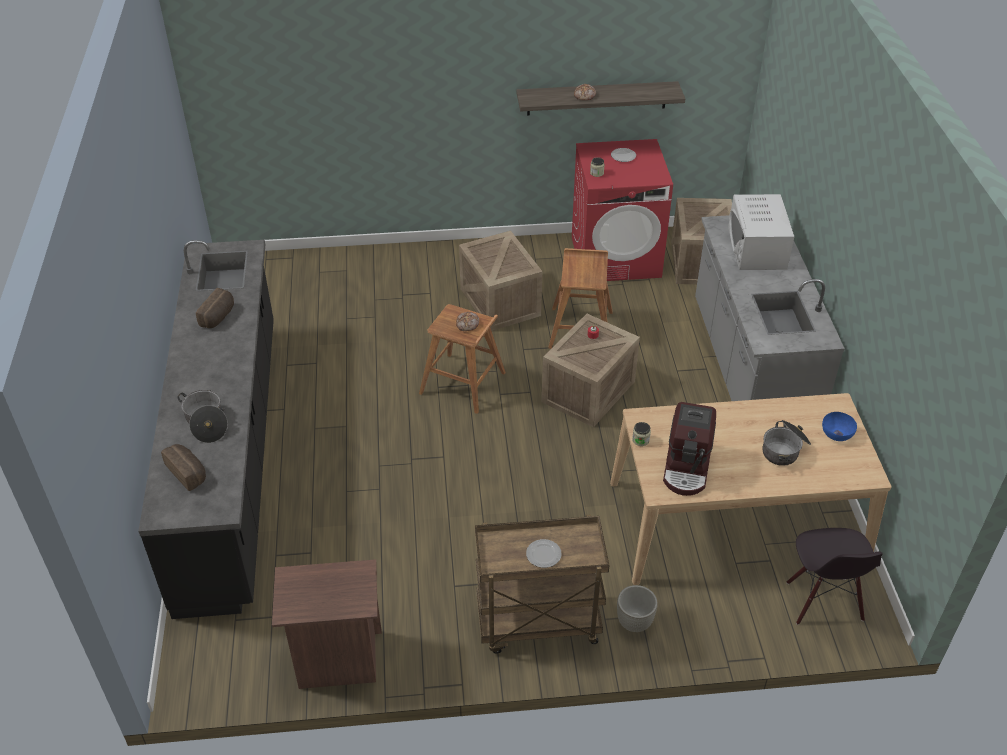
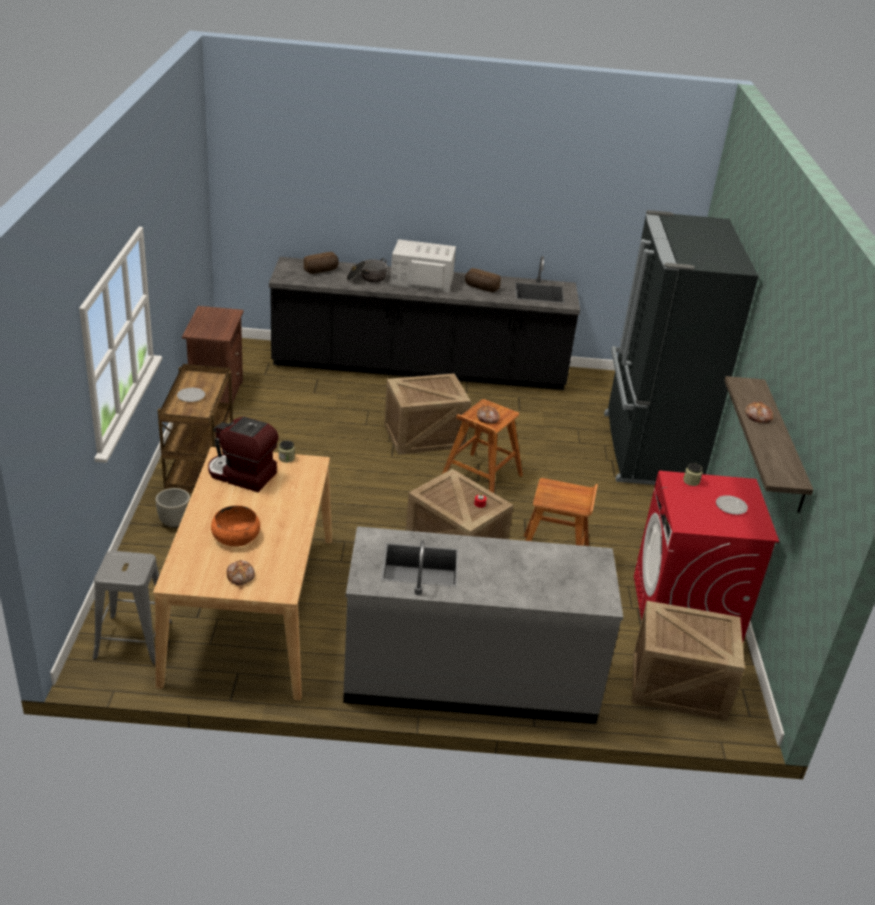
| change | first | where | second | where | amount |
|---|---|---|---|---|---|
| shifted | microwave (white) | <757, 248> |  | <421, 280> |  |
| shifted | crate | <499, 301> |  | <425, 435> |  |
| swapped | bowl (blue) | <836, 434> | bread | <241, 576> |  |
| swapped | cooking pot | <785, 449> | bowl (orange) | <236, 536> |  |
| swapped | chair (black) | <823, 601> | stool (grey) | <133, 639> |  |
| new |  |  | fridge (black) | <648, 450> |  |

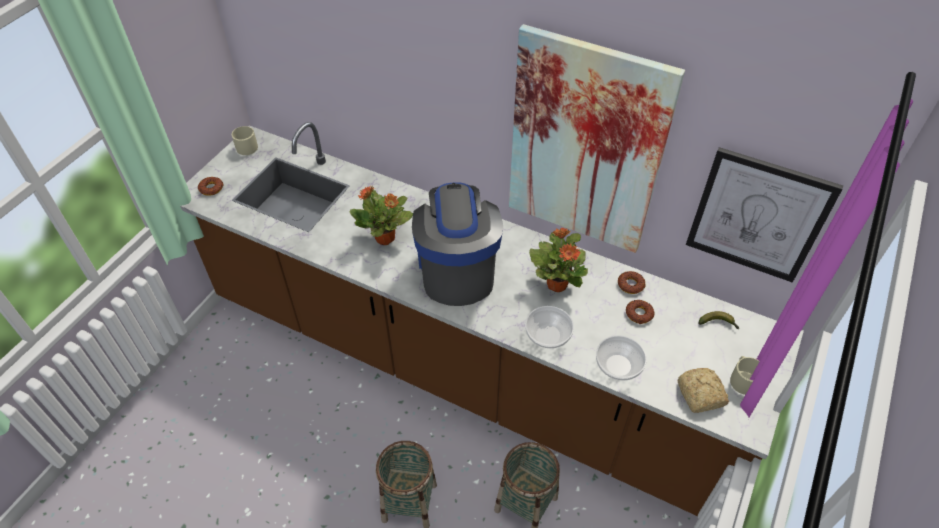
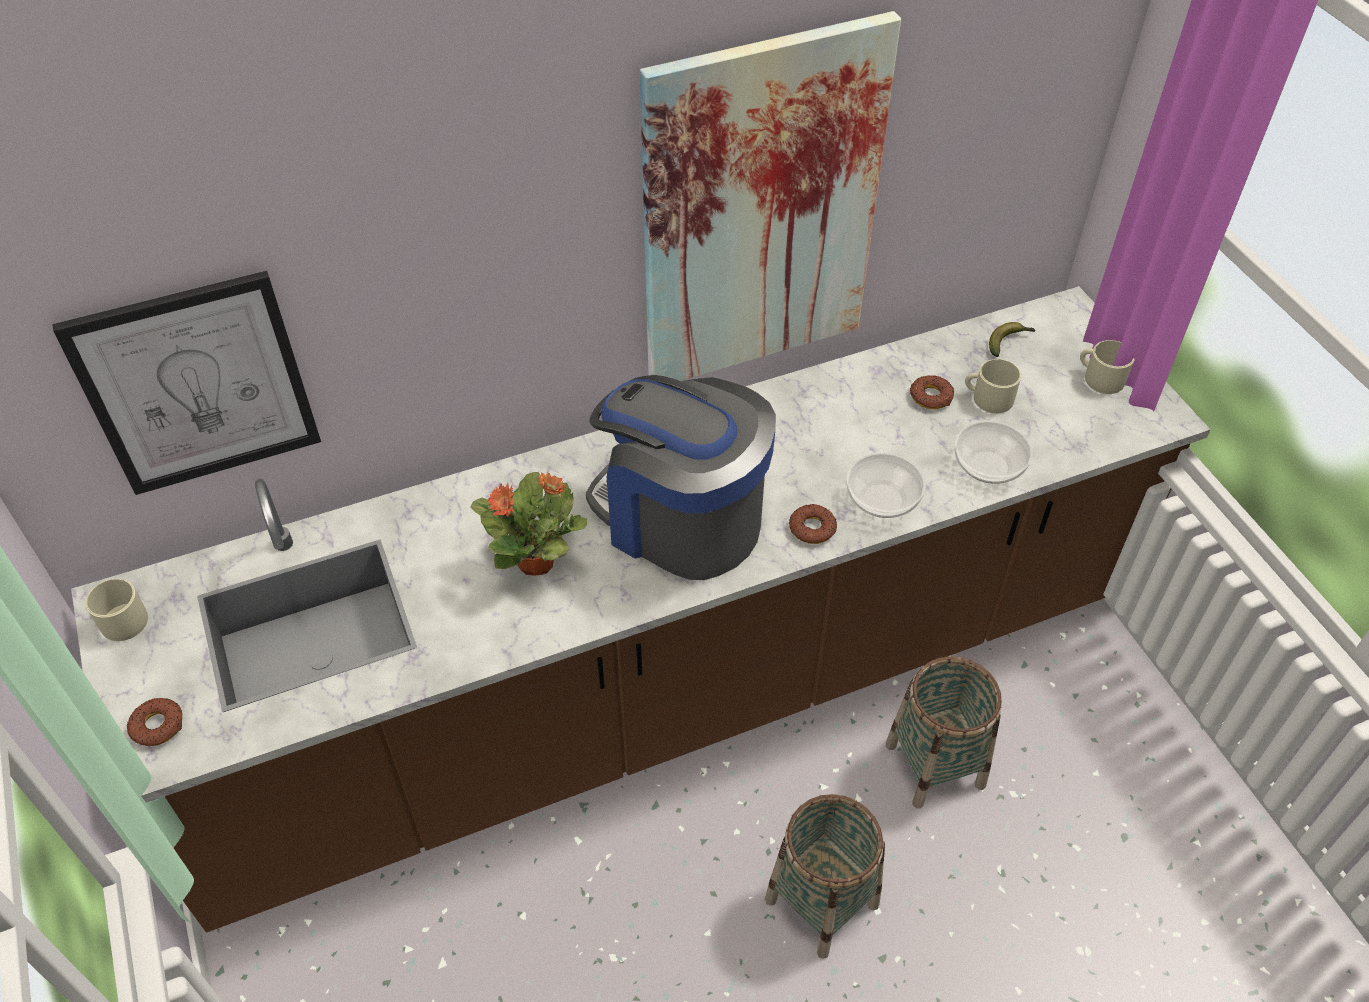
| change | first | where | second | where | amount |
|---|---|---|---|---|---|
| shifted | picture | <758, 216> |  | <197, 385> |  |
| gone | potted plant | <557, 283> |  |  |  |
| shifted | donut | <630, 285> |  | <812, 528> |  |
| gone | bread | <700, 396> |  |  |  |
| new |  |  | mug (beige) | <987, 398> |  |

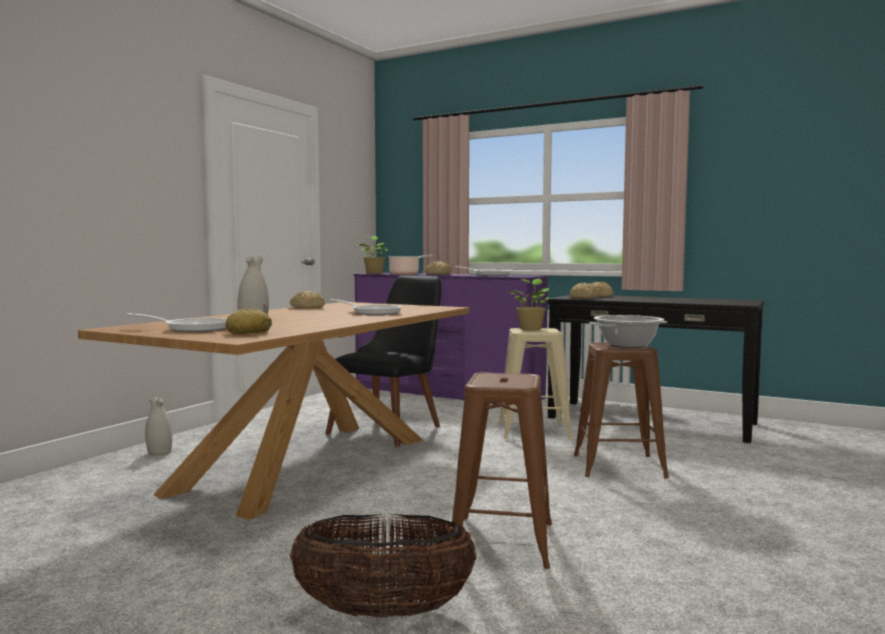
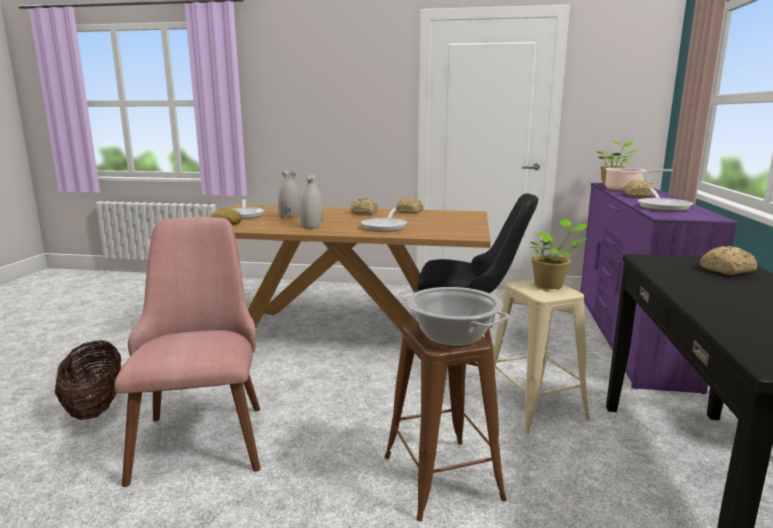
| change | first | where | second | where | amount |
|---|---|---|---|---|---|
| shifted | bread | <584, 298> |  | <365, 213> |  |
| swapped | stool (brown) | <502, 541> | chair (pink) | <202, 431> |  |
| shifted | vase (white) | <159, 452> |  | <311, 226> |  |

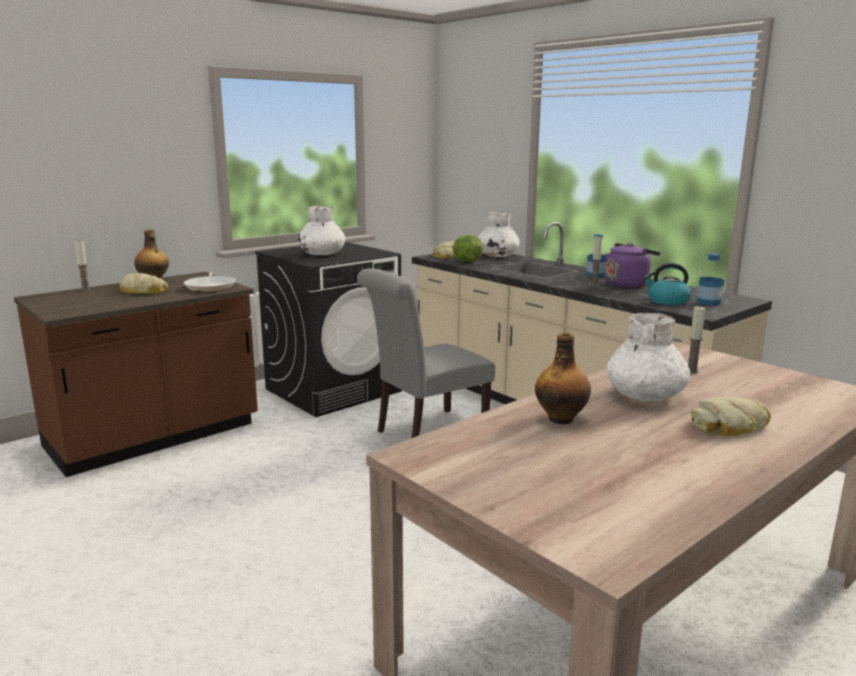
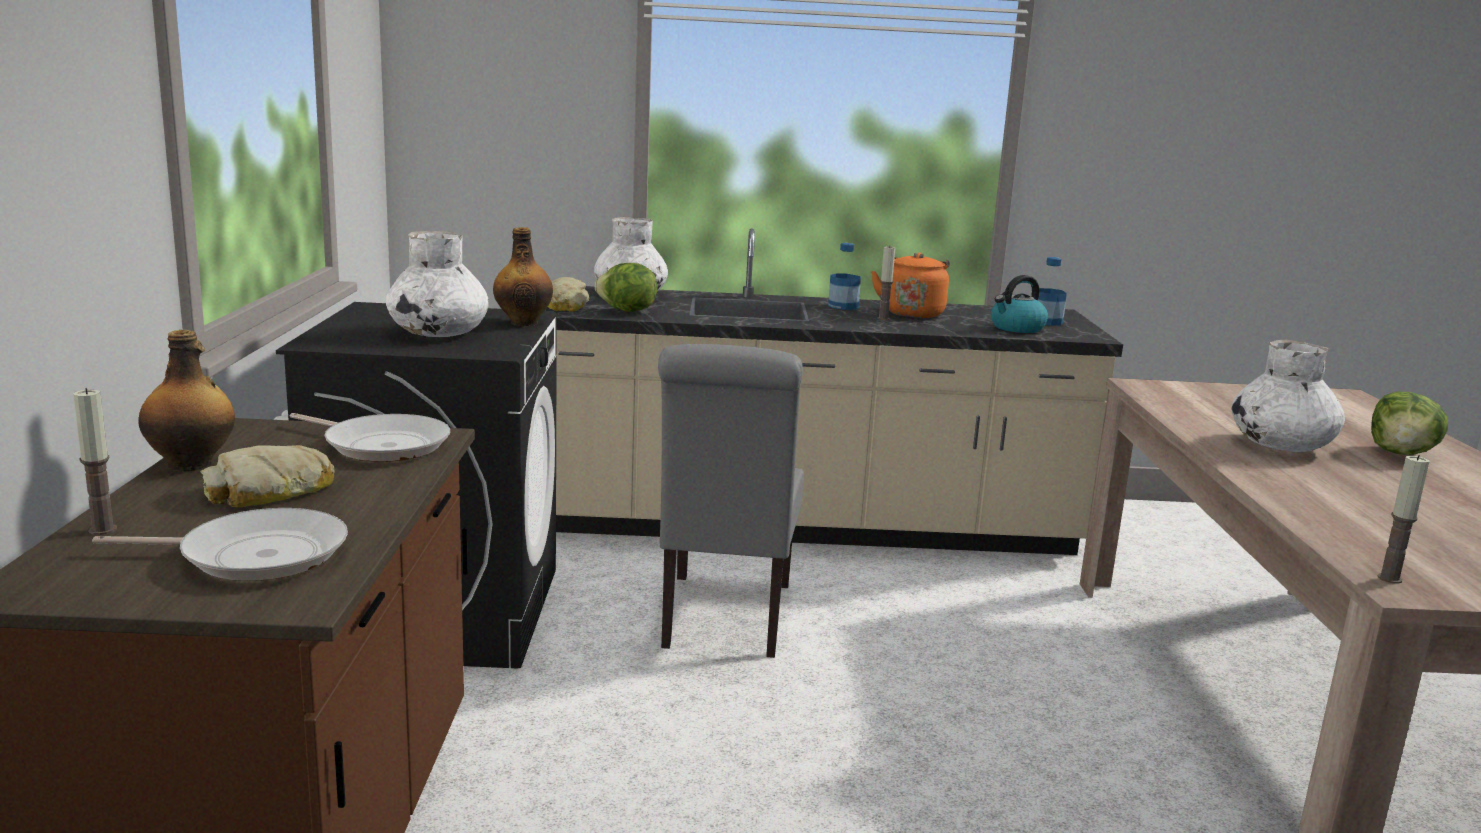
| change | first | where | second | where | amount |
|---|---|---|---|---|---|
| repainted | kettle (purple) | <627, 284> | kettle (orange) | <912, 313> |  |
| shifted | candle | <692, 372> |  | <1389, 578> |  |
| shifted | bottle | <561, 418> |  | <523, 322> |  |
| swapped | bread | <730, 426> | lettuce | <1401, 454> |  |
| new |  |  | frying pan | <255, 555> |  |

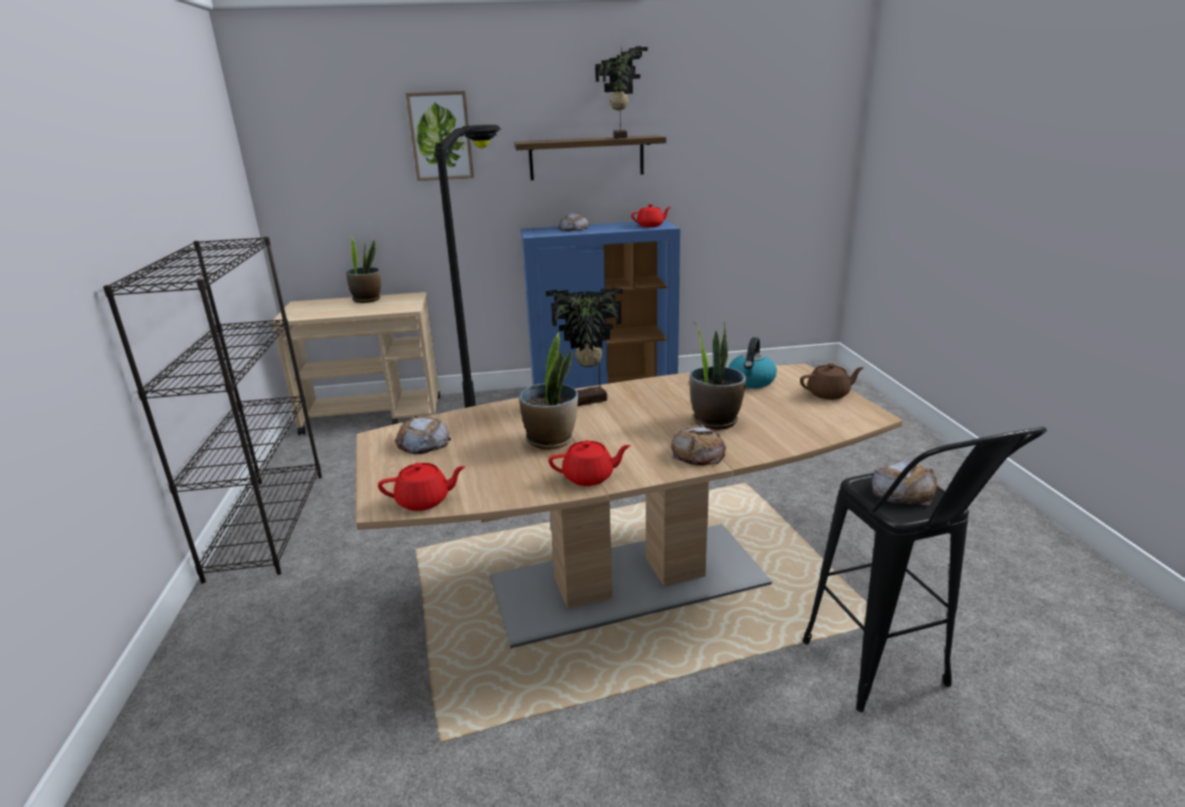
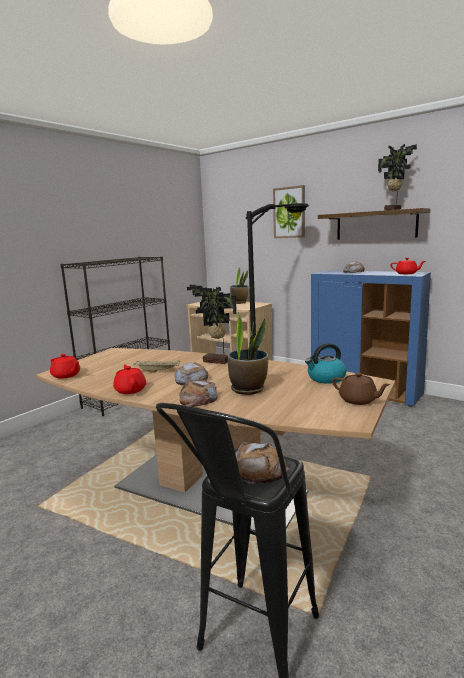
| change | first | where | second | where | amount |
|---|---|---|---|---|---|
| swapped | potted plant | <551, 440> | tray (beige) | <158, 371> |  |
| shifted | bread | <423, 442> |  | <191, 380> |  |
| rotated | teapot (red) | <589, 477> |  | <130, 390> | 150 degrees counterclockwise |

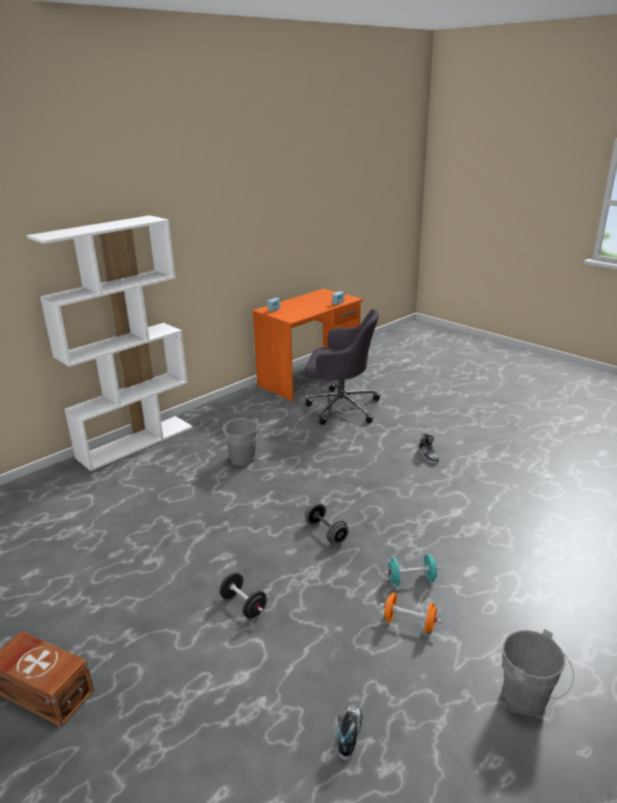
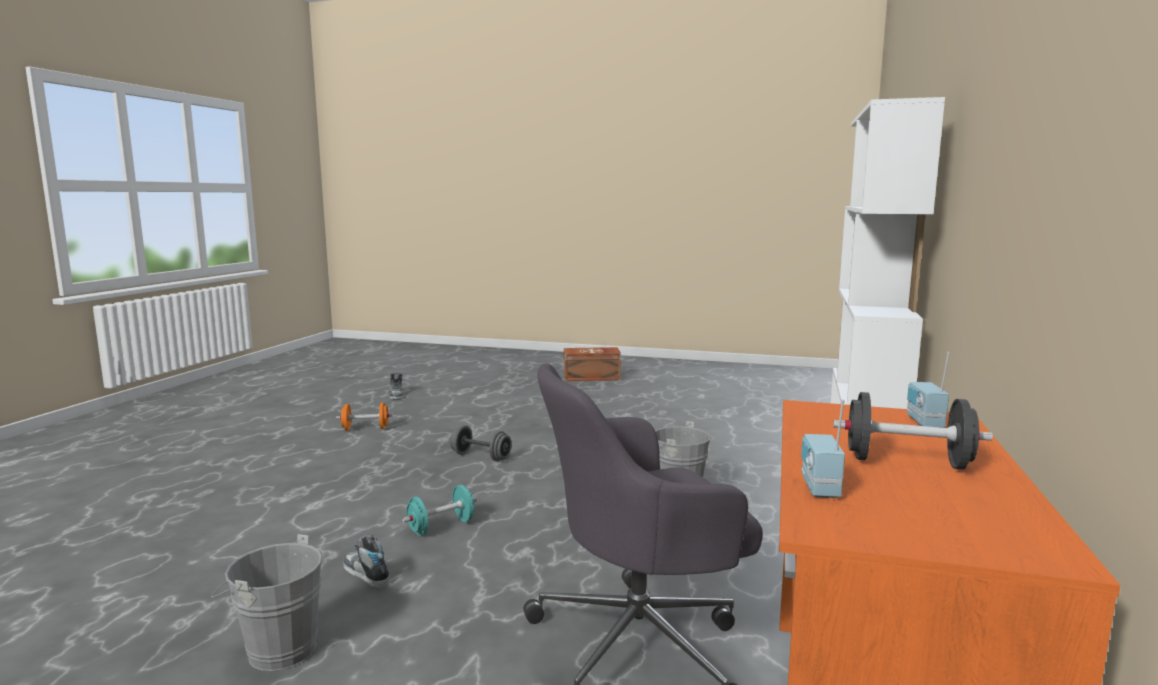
| change | first | where | second | where | amount |
|---|---|---|---|---|---|
| shifted | dumbbell (turquoise) | <411, 580> |  | <441, 527> |  |
| shifted | dumbbell (black) | <243, 605> |  | <907, 462> |  |
| shifted | bucket (grey) | <529, 700> |  | <276, 649> |  |

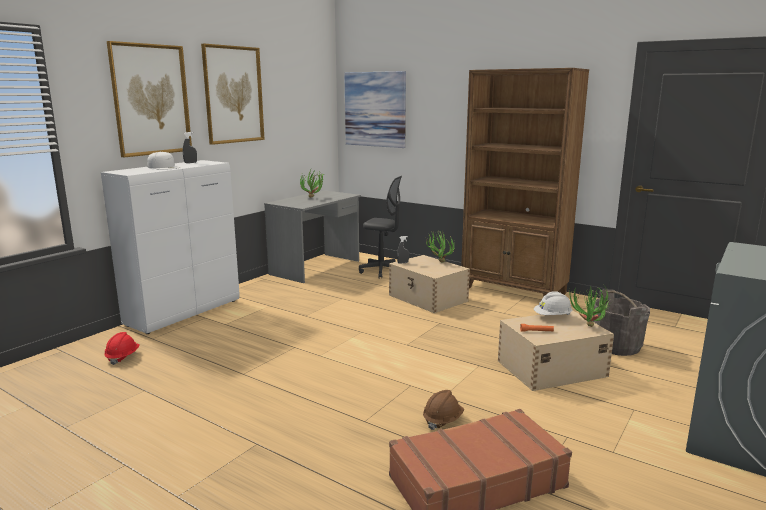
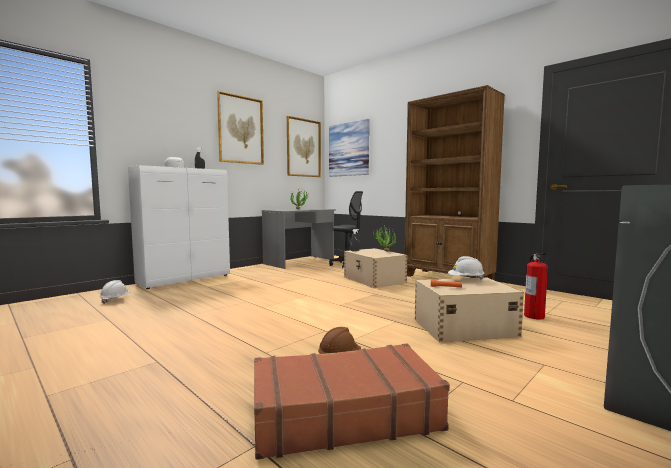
| change | first | where | second | where | amount |
|---|---|---|---|---|---|
| shifted | picture | <151, 100> |  | <303, 148> |  |
| gone | potted plant | <588, 328> |  |  |  |
| swapped | bucket (grey) | <616, 346> | fire extinguisher | <533, 316> |  |
| repainted | hard hat (red) | <122, 357> | hard hat (white) | <115, 300> |  |

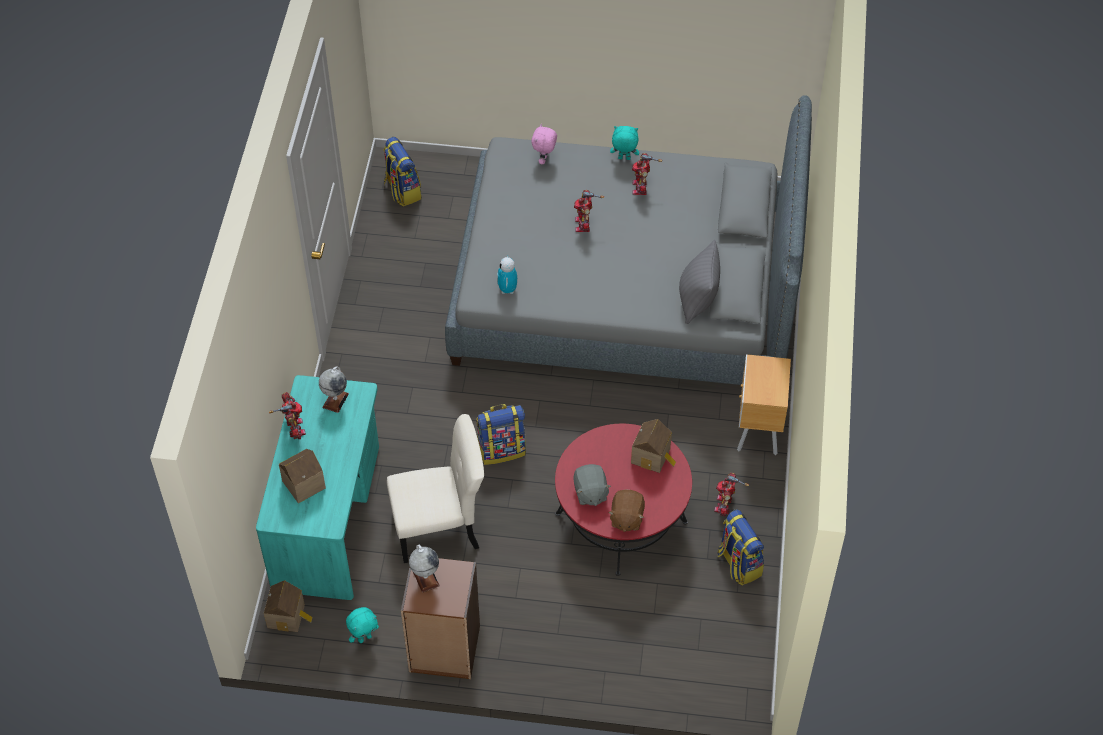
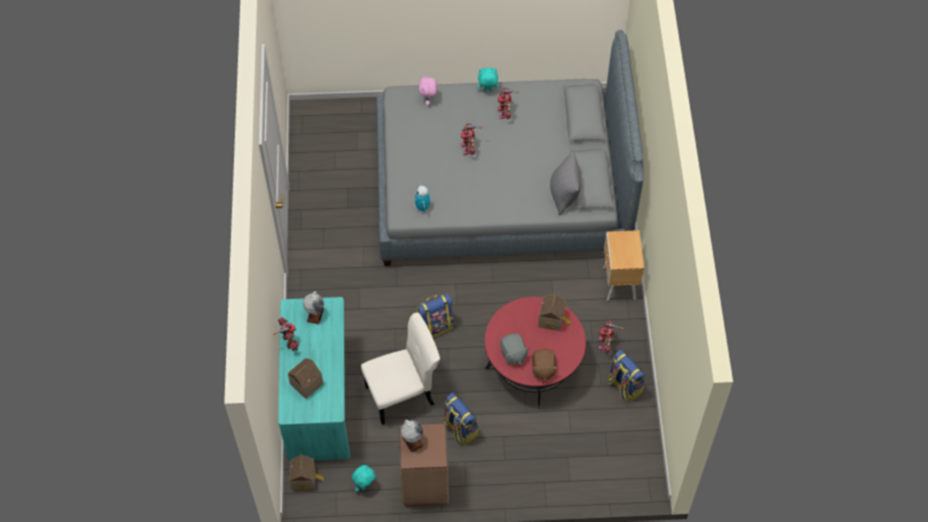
| change | first | where | second | where | amount |
|---|---|---|---|---|---|
| shifted | backpack | <402, 190> |  | <459, 428> |  |

